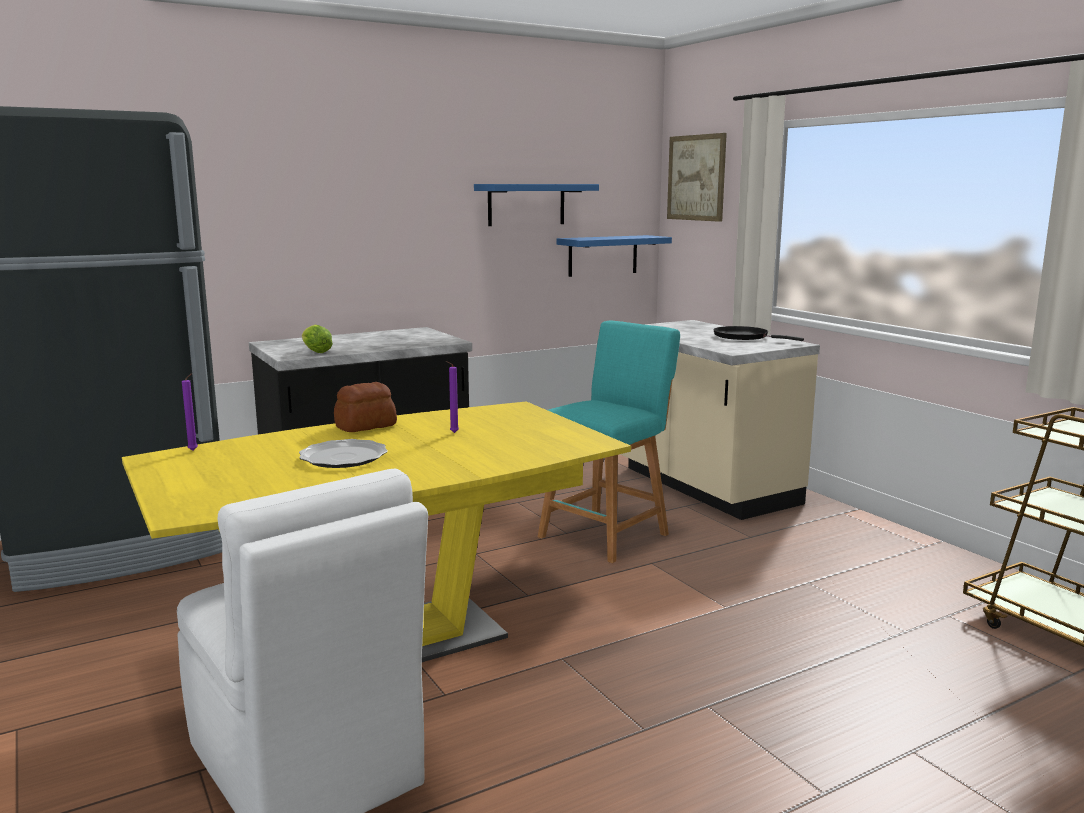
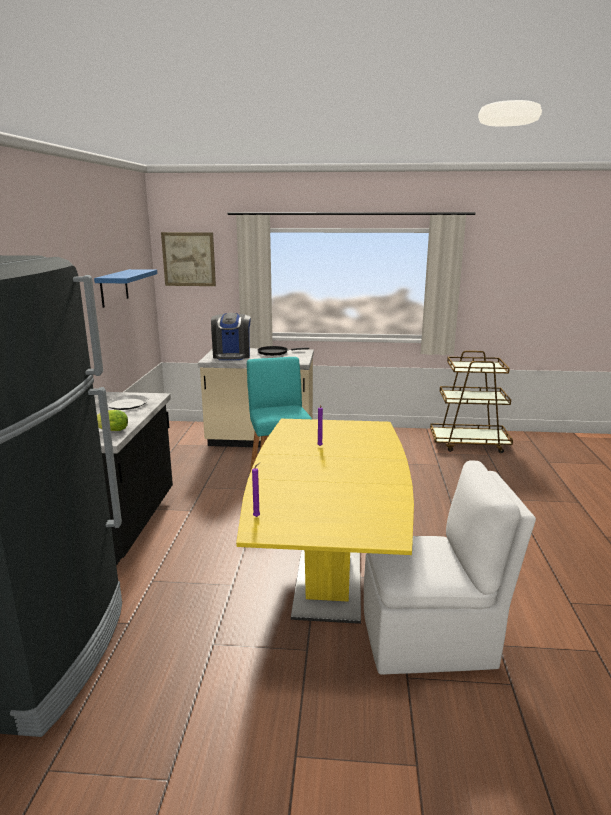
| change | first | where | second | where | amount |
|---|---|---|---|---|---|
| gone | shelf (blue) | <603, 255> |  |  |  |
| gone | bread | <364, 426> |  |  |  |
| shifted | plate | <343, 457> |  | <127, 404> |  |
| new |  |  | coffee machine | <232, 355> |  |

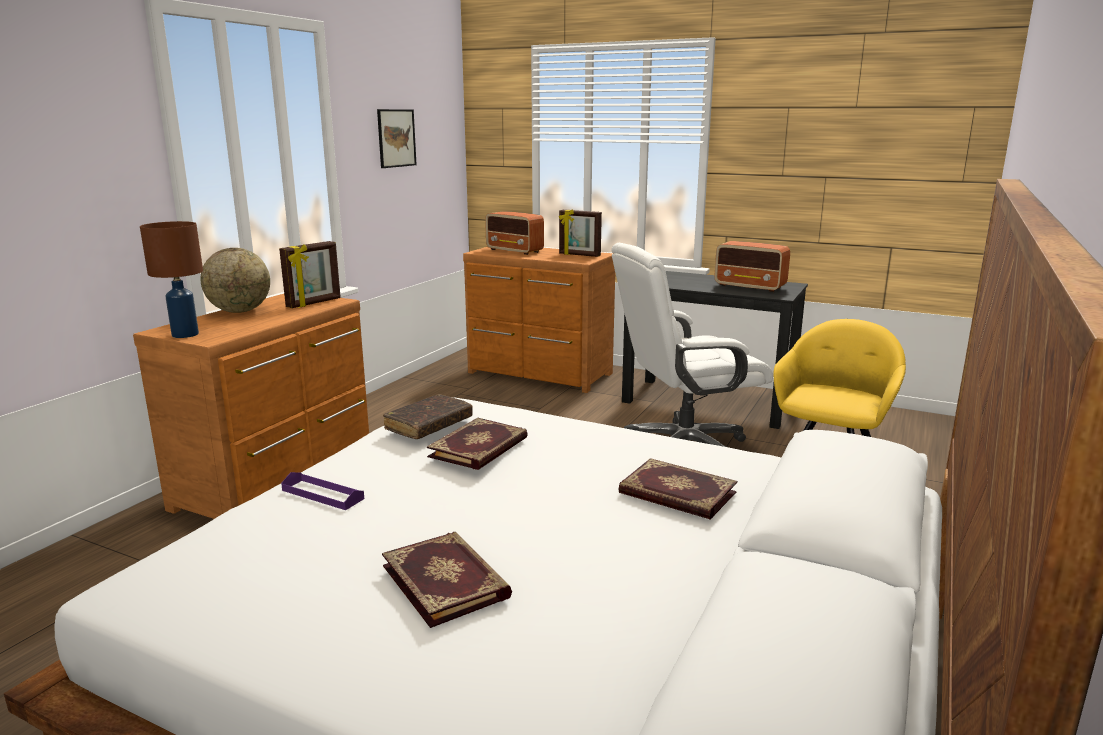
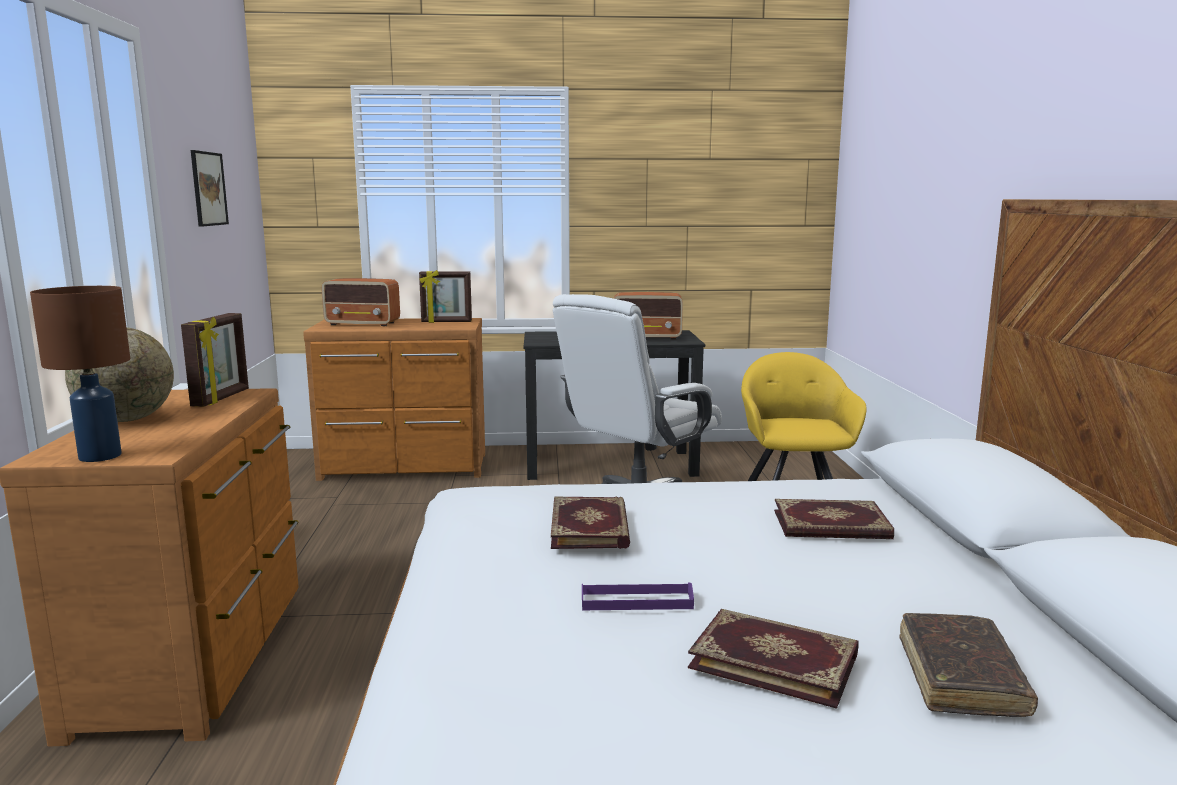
| change | first | where | second | where | amount |
|---|---|---|---|---|---|
| shifted | book (brown) | <429, 425> |  | <960, 677> |  |
| shifted | tray (purple) | <322, 494> |  | <636, 601> |  |

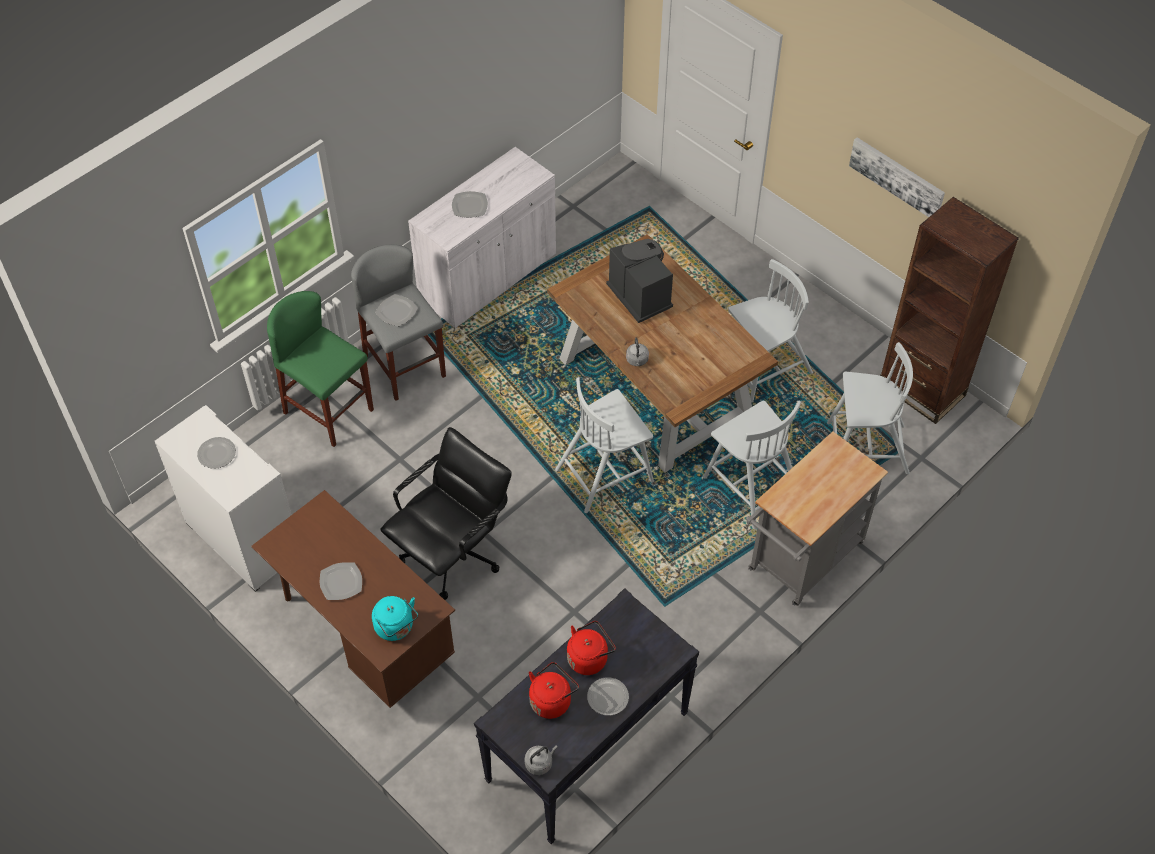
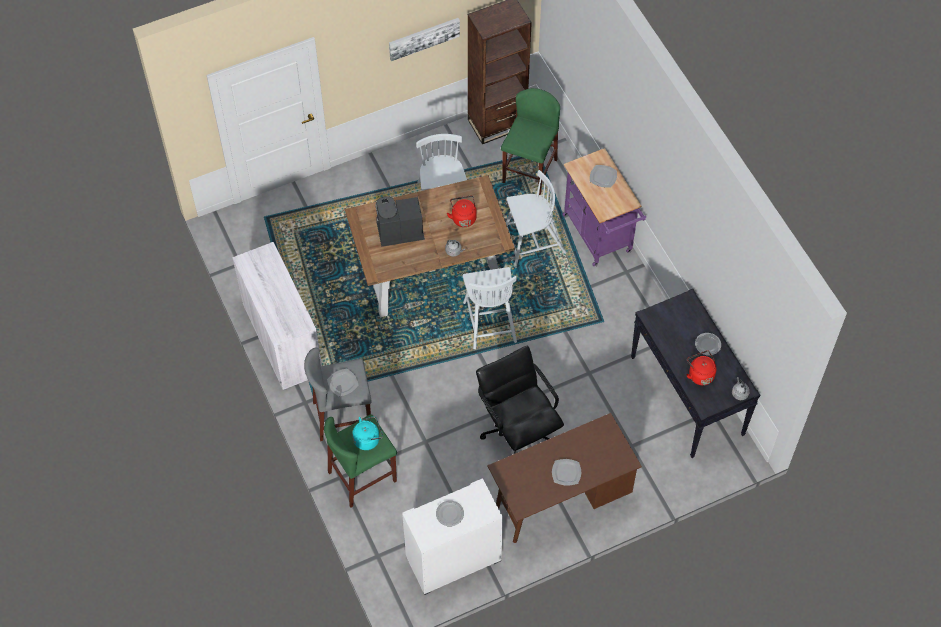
| change | first | where | second | where | amount |
|---|---|---|---|---|---|
| shifted | plate | <469, 206> |  | <603, 177> |  |
| swapped | chair (white) | <865, 448> | stool (green) | <529, 171> |  |
| repainted | cart (grey) | <801, 562> | cart (purple) | <599, 237> |  |
| shifted | kettle (turquoise) | <396, 628> |  | <368, 439> |  |
| shifted | kettle (red) | <589, 658> |  | <463, 217> |  |

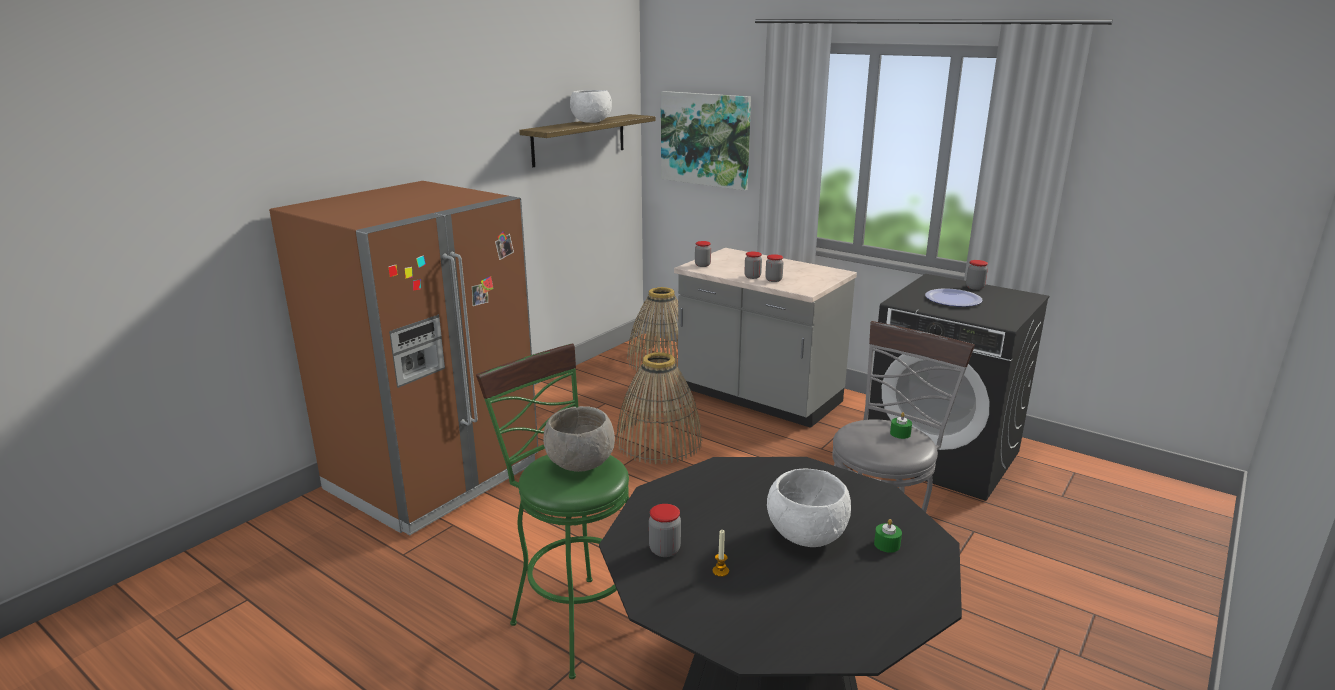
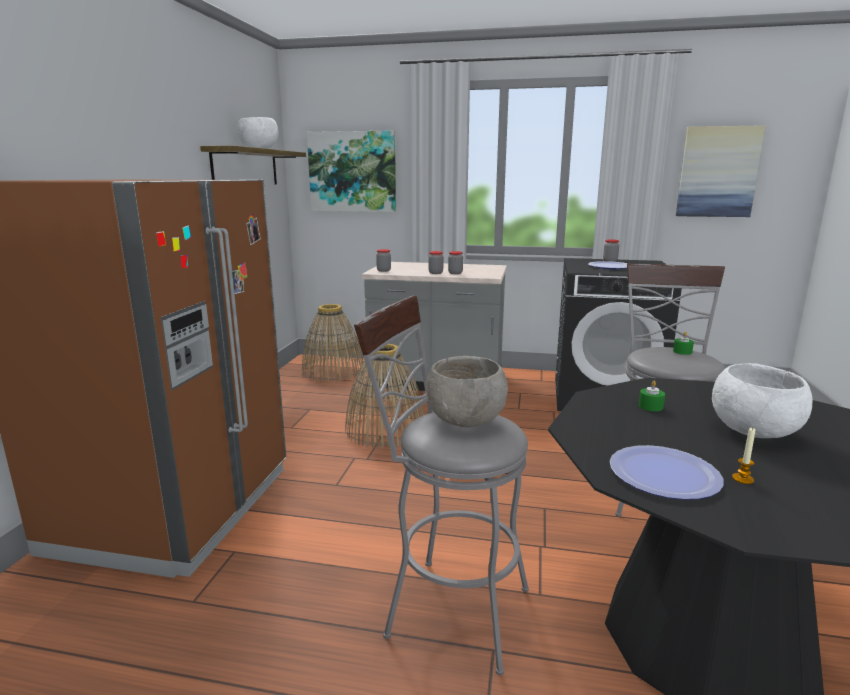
| change | first | where | second | where | amount |
|---|---|---|---|---|---|
| repainted | stool (green) | <573, 618> | stool (grey) | <446, 608> |  |
| swapped | jar | <664, 550> | plate | <664, 474> |  |
| shifted | candle (green) | <887, 544> |  | <650, 406> |  |
| new |  |  | picture | <718, 172> |  |

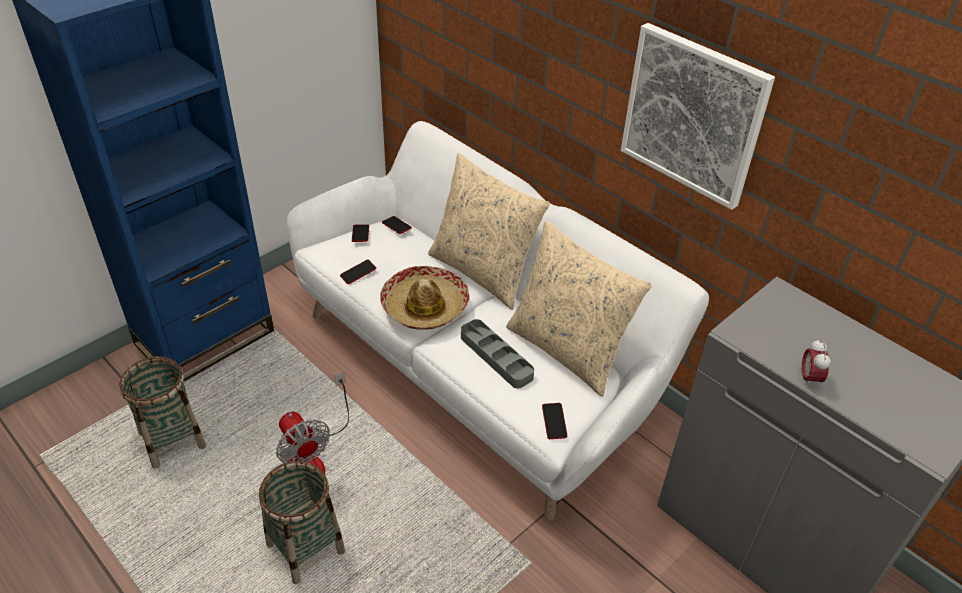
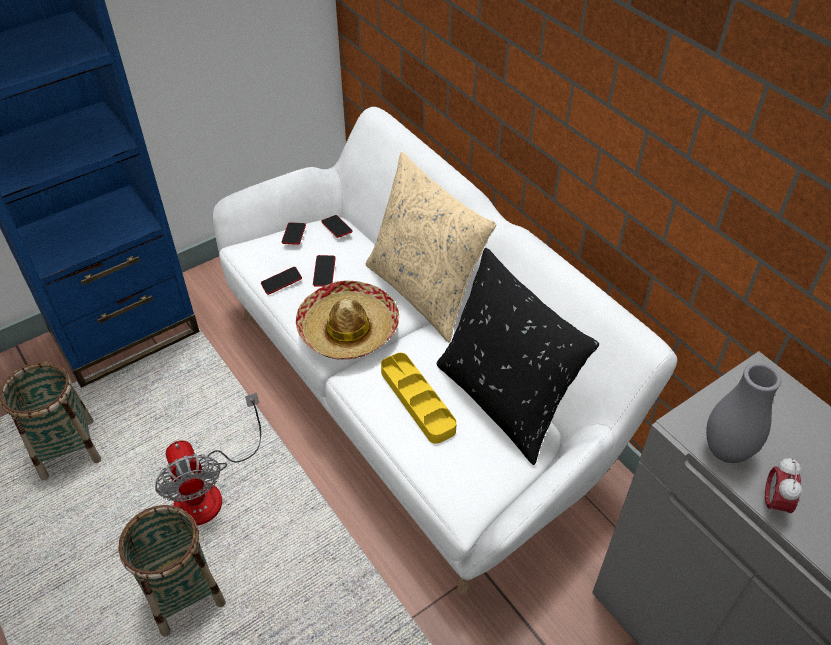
| change | first | where | second | where | amount |
|---|---|---|---|---|---|
| gone | picture | <693, 115> |  |  |  |
| repainted | pillow (beige) | <567, 350> | pillow (black) | <503, 400> |  |
| repainted | tray (grey) | <496, 357> | tray (yellow) | <417, 400> |  |
| shifted | phone | <554, 423> |  | <324, 273> |  |
| new |  |  | vase (grey) | <726, 451> |  |

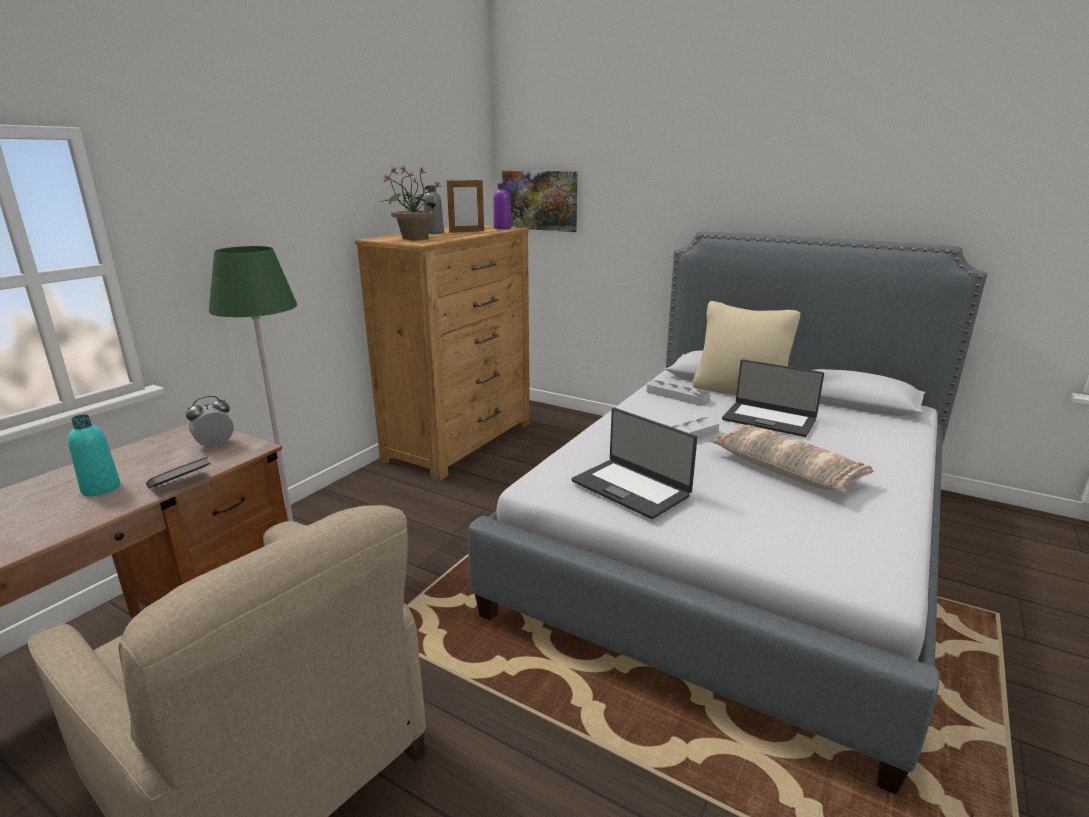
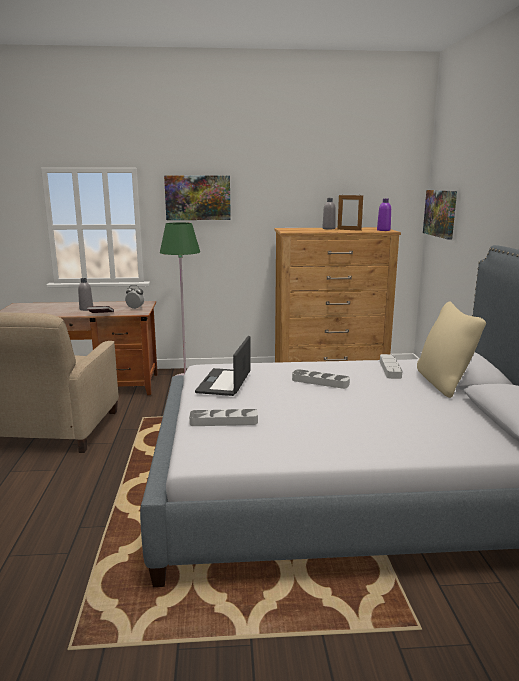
| change | first | where | second | where | amount |
|---|---|---|---|---|---|
| gone | potted plant | <414, 238> |  |  |  |
| gone | laptop | <769, 419> |  |  |  |
| repainted | bottle (turquoise) | <101, 488> | bottle (grey) | <86, 309> |  |
| gone | pillow | <786, 470> |  |  |  |
| new |  |  | picture | <198, 197> |  |
| new |  |  | tray (grey) | <223, 421> |  |

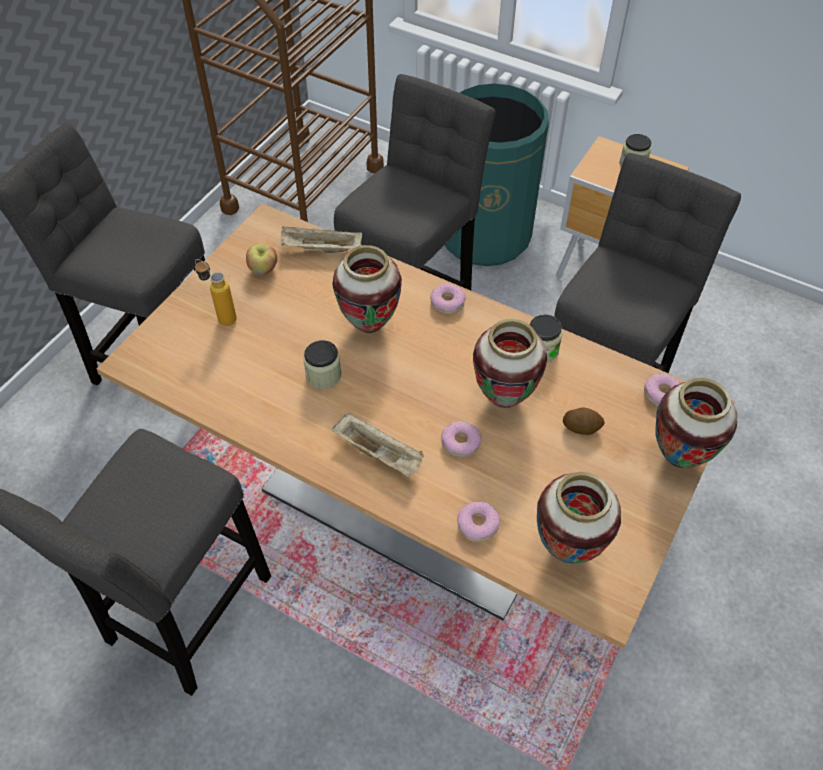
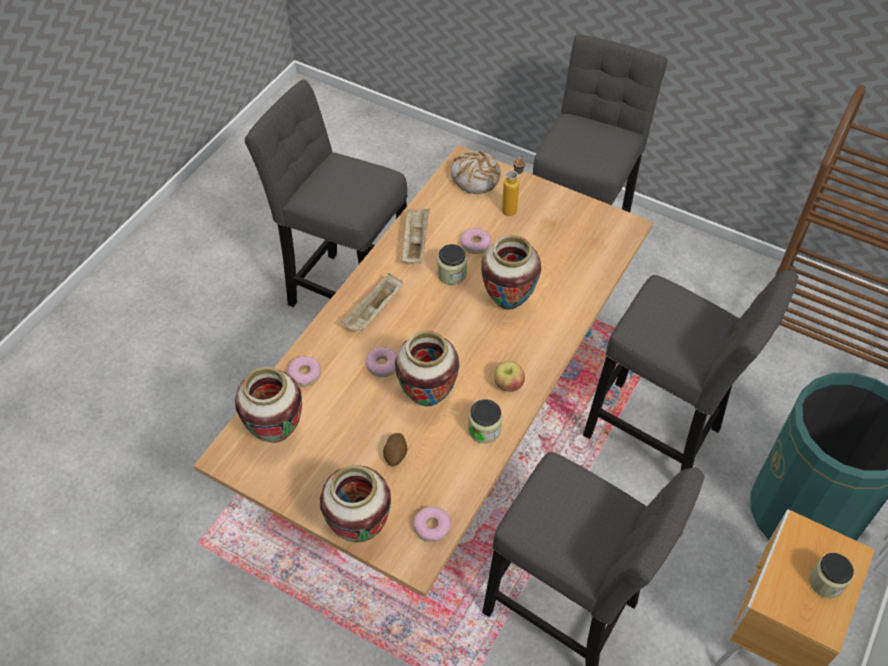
| change | first | where | second | where | amount |
|---|---|---|---|---|---|
| shifted | tray (beige) | <320, 249> |  | <415, 243> |  |
| shifted | apple | <263, 269> |  | <508, 385> |  |
| shifted | donut | <447, 303> |  | <475, 244> |  |
| new |  |  | bread | <475, 178> |  |

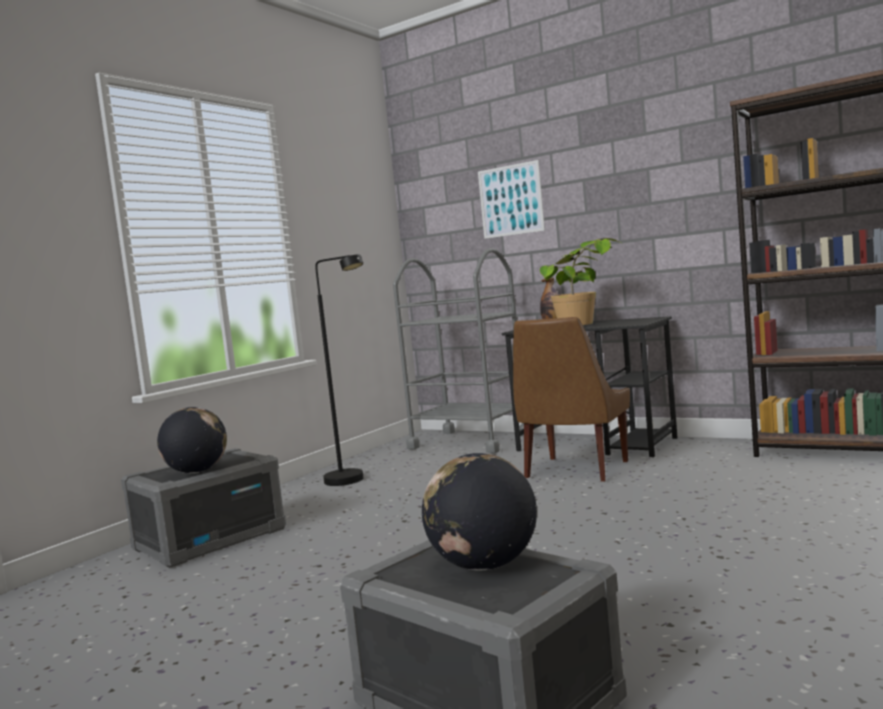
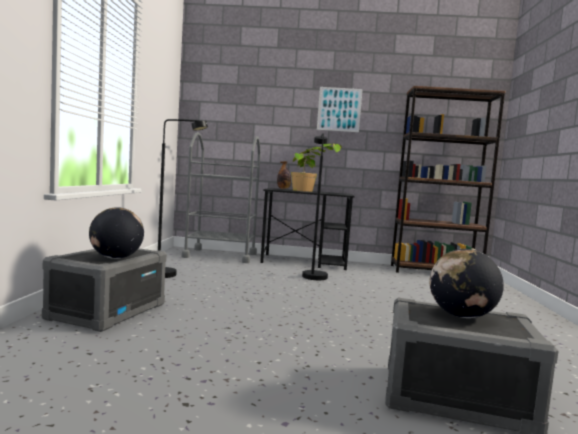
| change | first | where | second | where | amount |
|---|---|---|---|---|---|
| shifted | picture | <510, 200> |  | <339, 109> |  |
| swapped | chair (brown) | <575, 471> | floor lamp (black) | <313, 275> |  |

